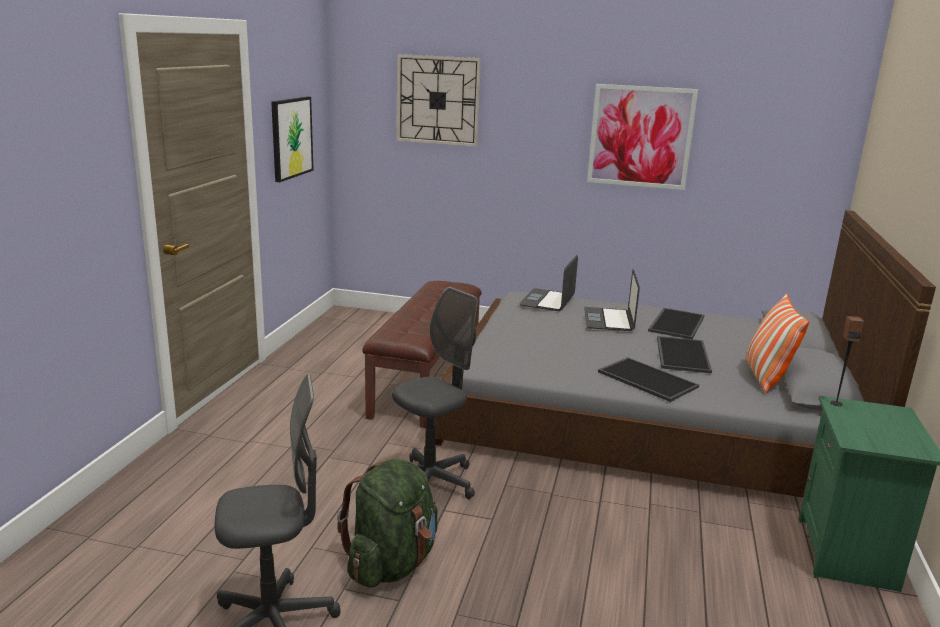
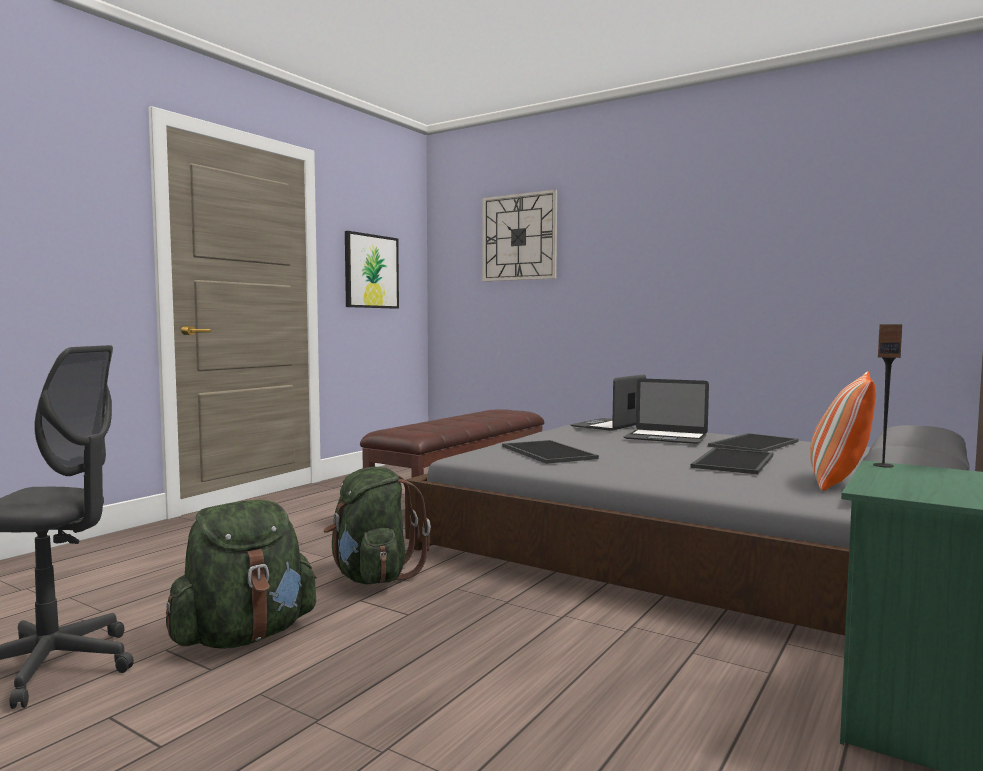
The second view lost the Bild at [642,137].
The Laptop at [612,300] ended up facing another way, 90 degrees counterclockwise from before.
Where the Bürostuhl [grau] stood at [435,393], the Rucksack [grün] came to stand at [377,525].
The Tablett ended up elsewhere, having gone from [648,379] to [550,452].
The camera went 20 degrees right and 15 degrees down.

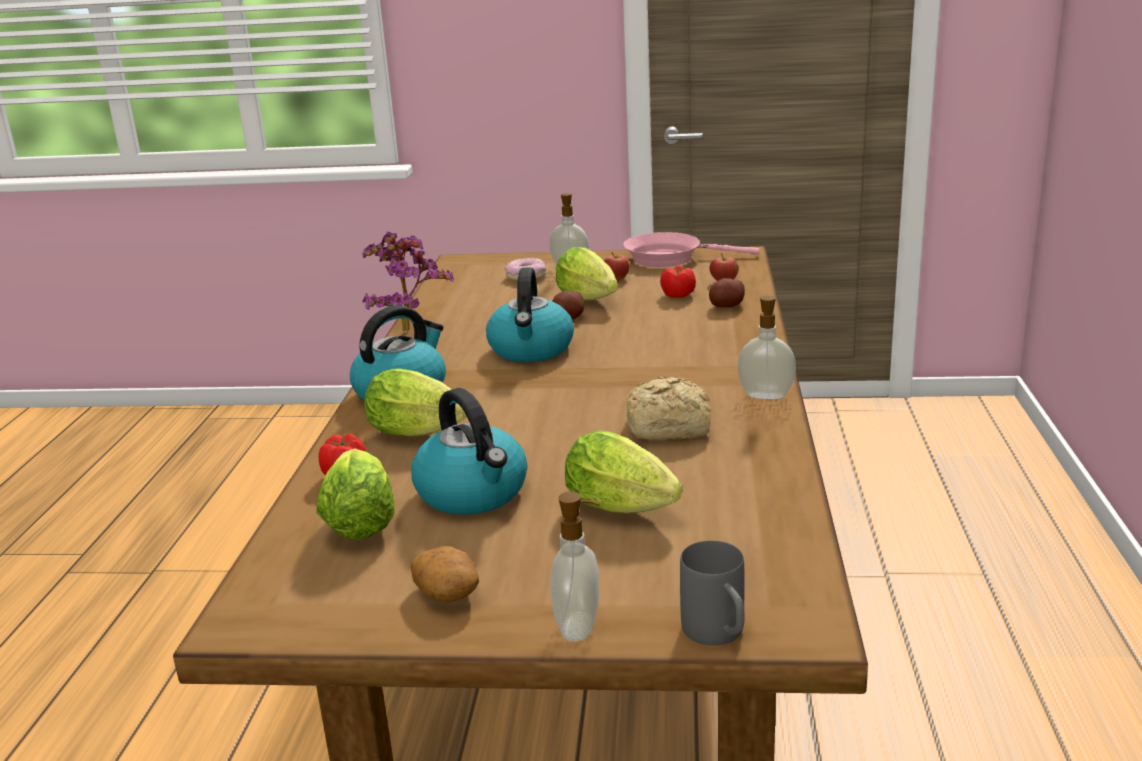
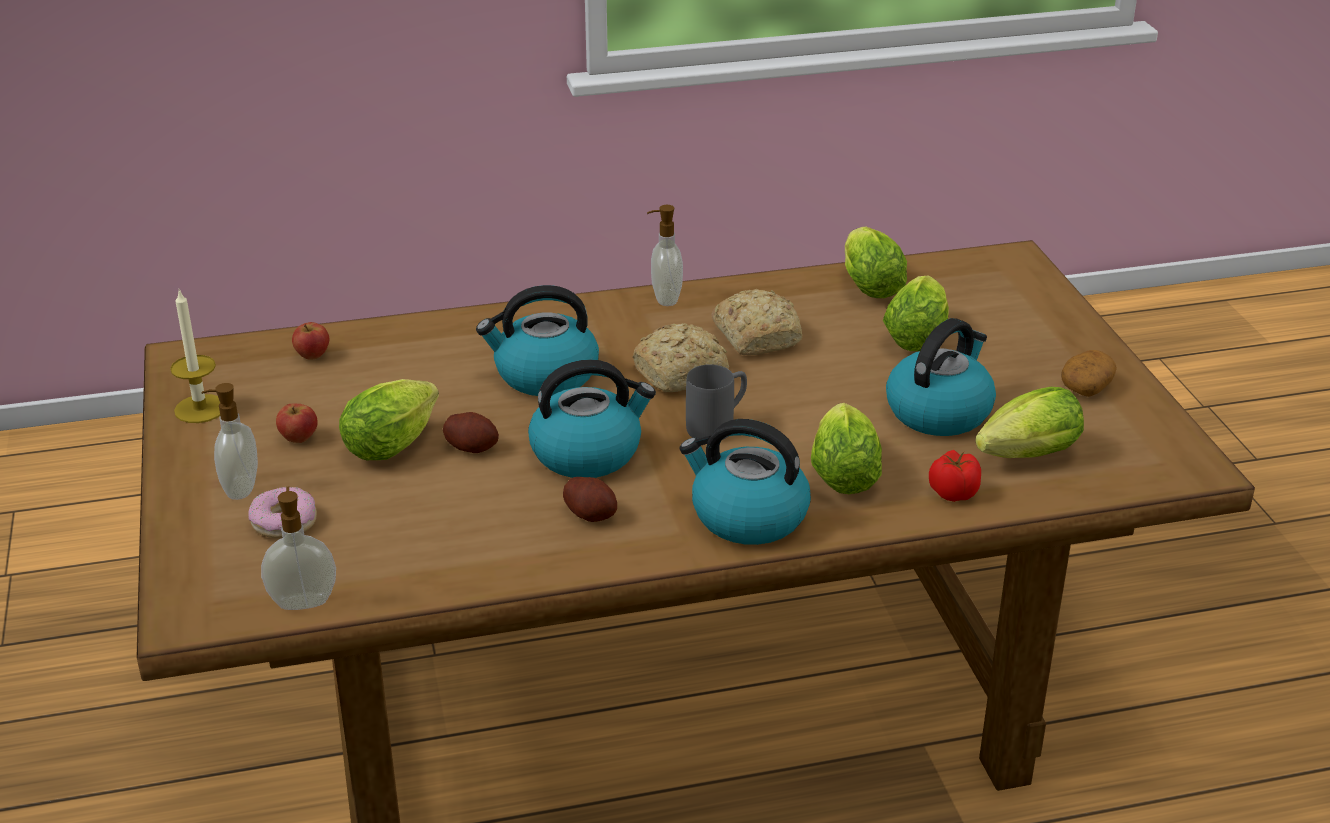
The second view lost the Topfpflanze at [408,282].
Where the Pfanne [rosa] stood at [691,249], the Kerze came to stand at [195,356].
The second view lost the Tomate at [678,281].
The Kartoffel ended up elsewhere, having gone from [727,292] to [590,499].
The Seifenspender ended up elsewhere, having gone from [575,566] to [298,548].
The Henkelbecher [grau] ended up elsewhere, having gone from [712,593] to [716,402].
The second view gained the Salatkopf at [876,262].
The second view gained the Wasserkessel at [537,340].
The second view gained the Brot at [681,358].
The camera went 110 degrees left and 10 degrees up.

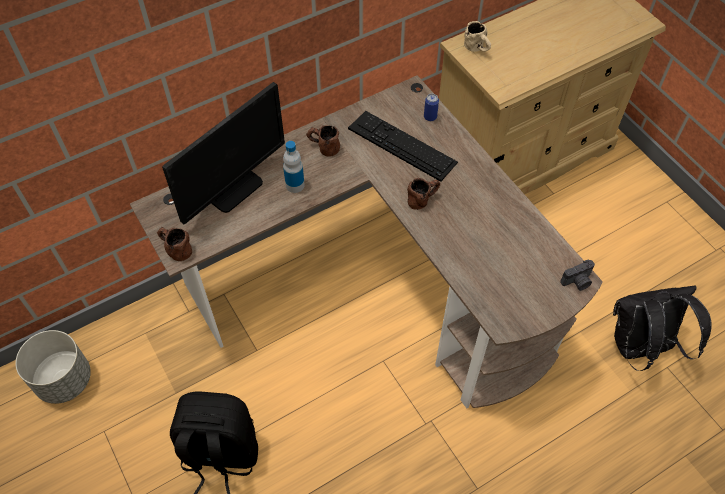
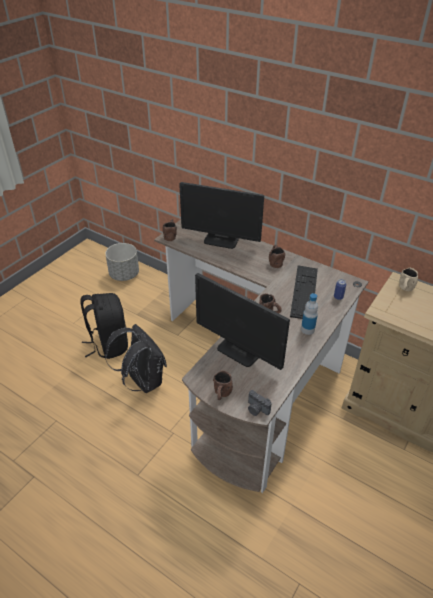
The Flasche ended up elsewhere, having gone from [294,167] to [309,314].
The Rucksack [schwarz] ended up elsewhere, having gone from [662,328] to [136,358].
The second view gained the Monitor at [242,321].
The second view gained the Henkelbecher [braun] at [223,385].
The camera went 65 degrees right and 15 degrees down.

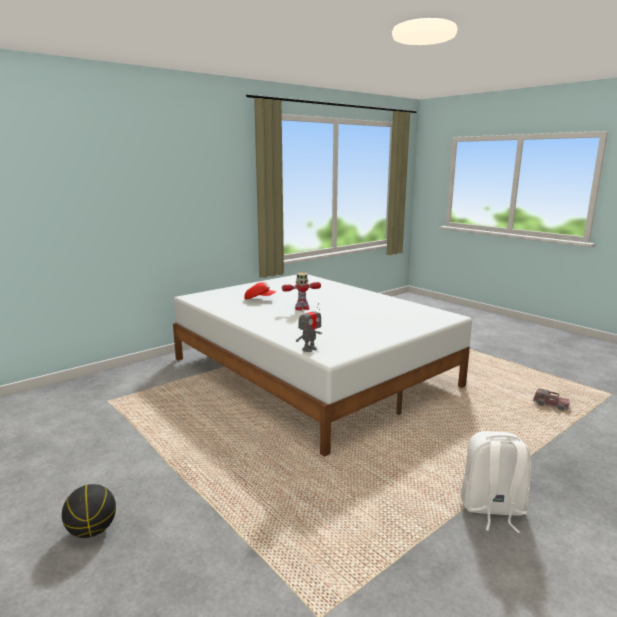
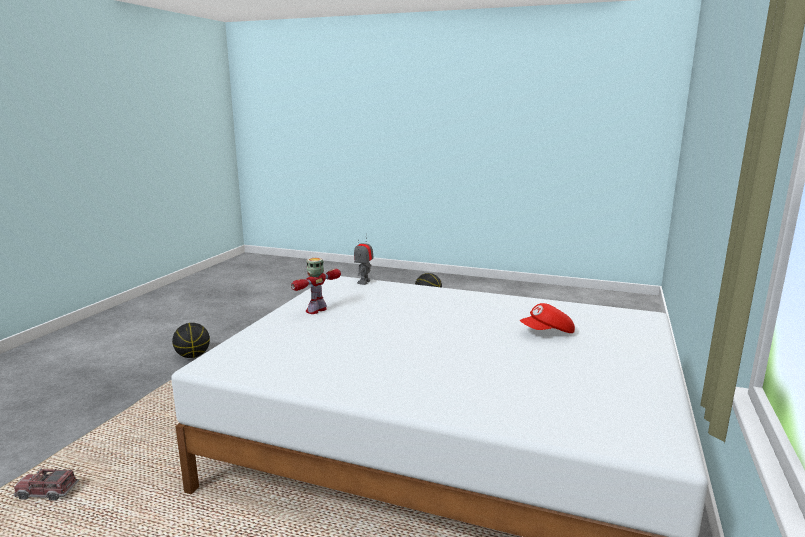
The Spielzeugroboter ended up elsewhere, having gone from [301,291] to [316,286].
Where the Rucksack [weiß] stood at [496,482], the Basketball came to stand at [191,340].
The camera went 150 degrees right and 0 degrees up.

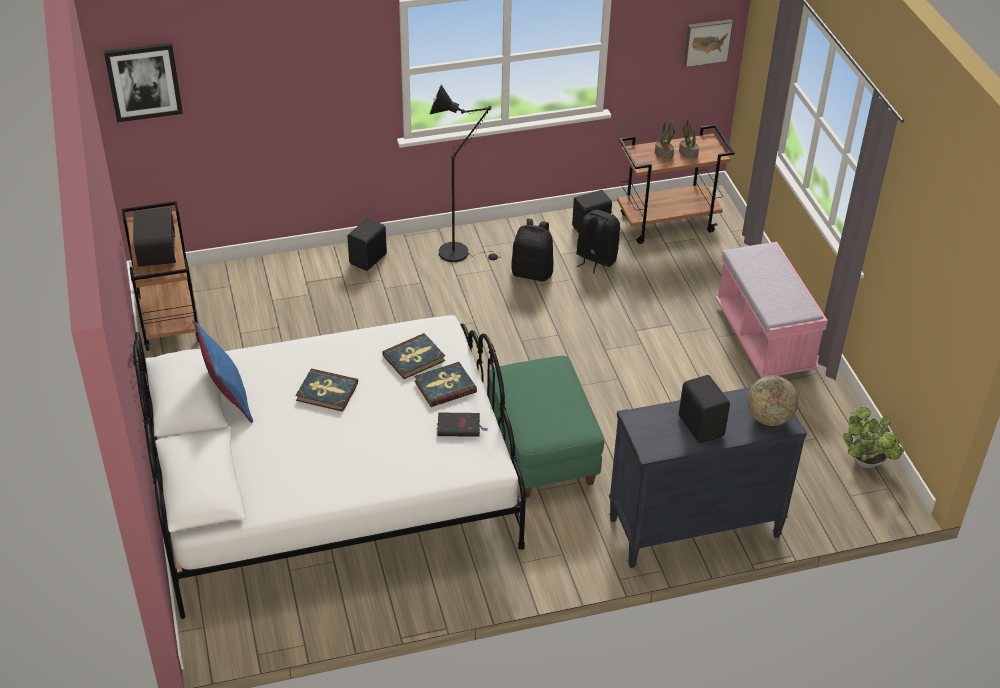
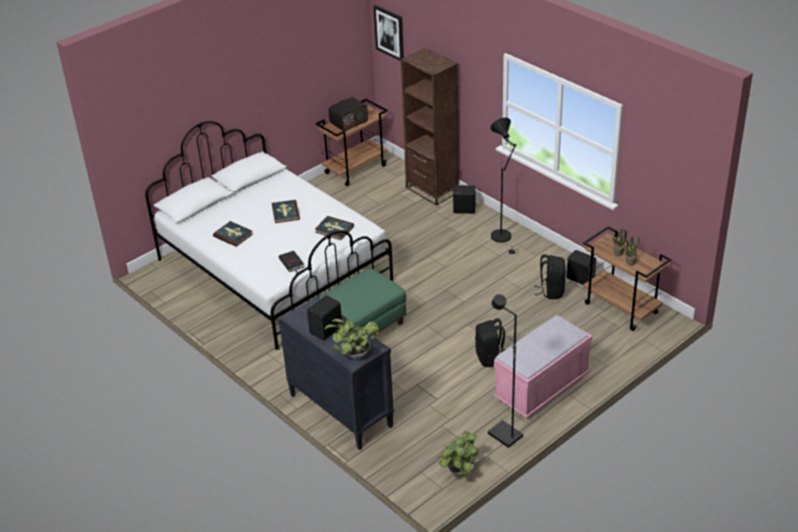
The second view lost the Bild at [708,43].
The Rucksack [schwarz] ended up elsewhere, having gone from [532,250] to [490,342].
The second view lost the Kissen [blau] at [223,372].
The Buch ended up elsewhere, having gone from [445,384] to [233,234].
Where the Globus stood at [772,401], the Topfpflanze came to stand at [352,339].
The second view gained the Bücherregal [braun] at [430,126].
The second view gained the Stehlampe [schwarz] at [505,371].
The camera went 65 degrees right and 5 degrees down.

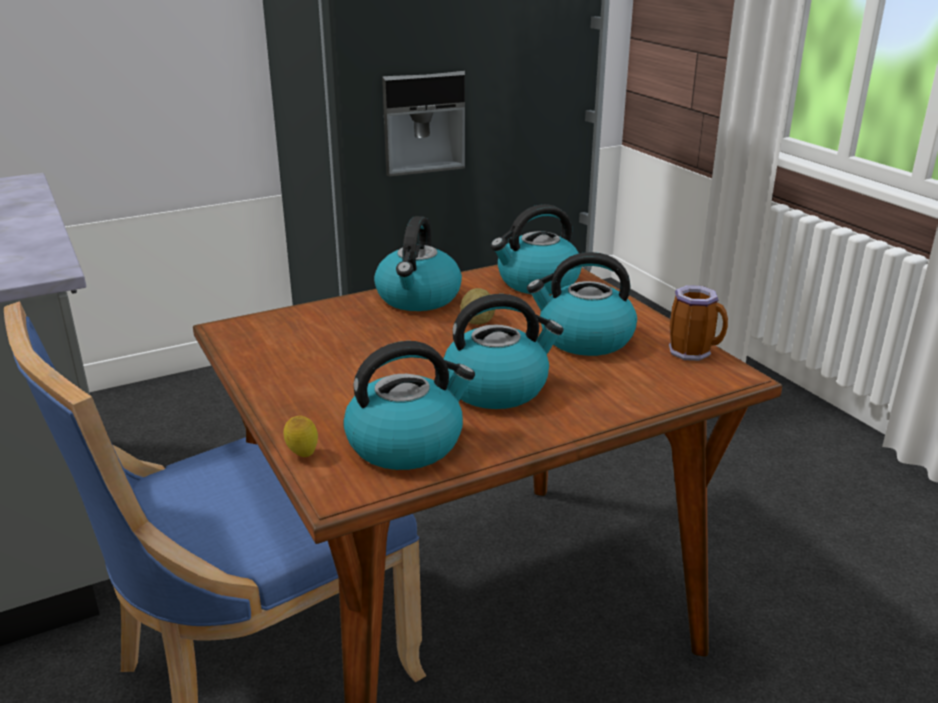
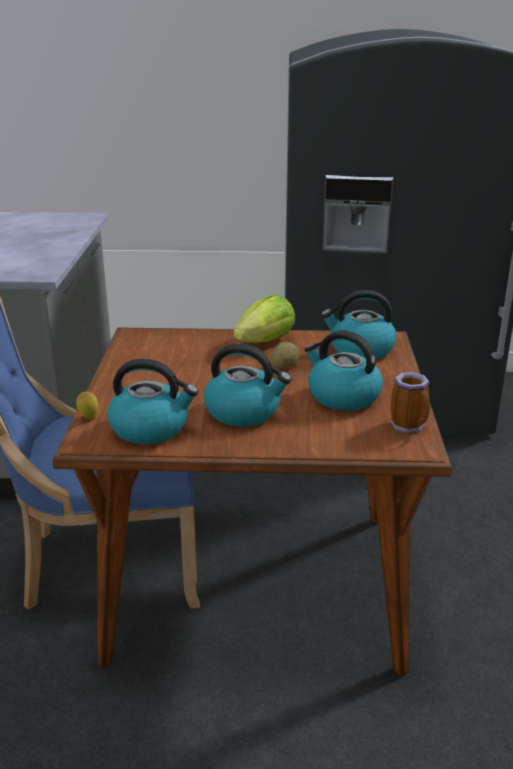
Where the Wasserkessel stood at [418,263], the Salatkopf came to stand at [264,318].
The camera went 30 degrees right and 0 degrees up.

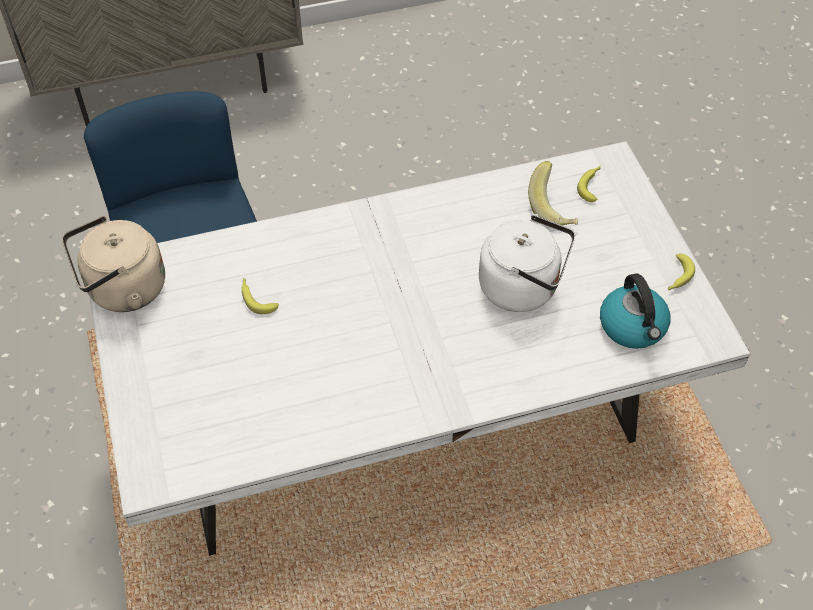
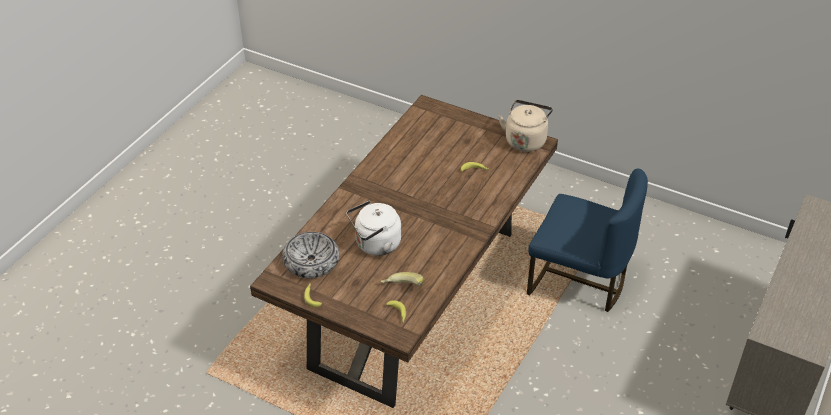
What was the Esstisch [weiß] at [420,348] turned into the Esstisch [braun] at [404,251].
Where the Wasserkessel stood at [635,311], the Schüssel came to stand at [311,255].
The camera went 135 degrees right and 10 degrees down.

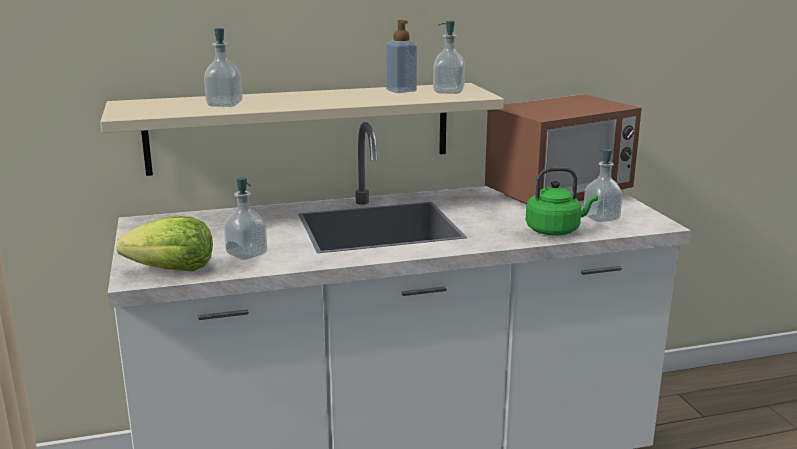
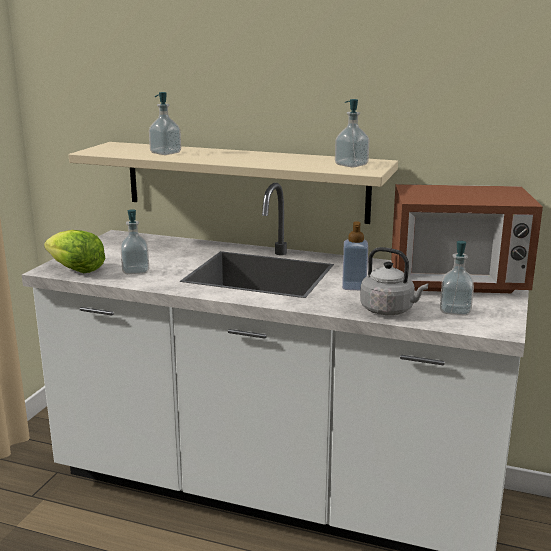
The Seifenspender ended up elsewhere, having gone from [401,56] to [355,256].
What was the Wasserkessel [grün] at [562,201] turned into the Wasserkessel [grau] at [394,281].
The camera went 35 degrees right and 0 degrees up.

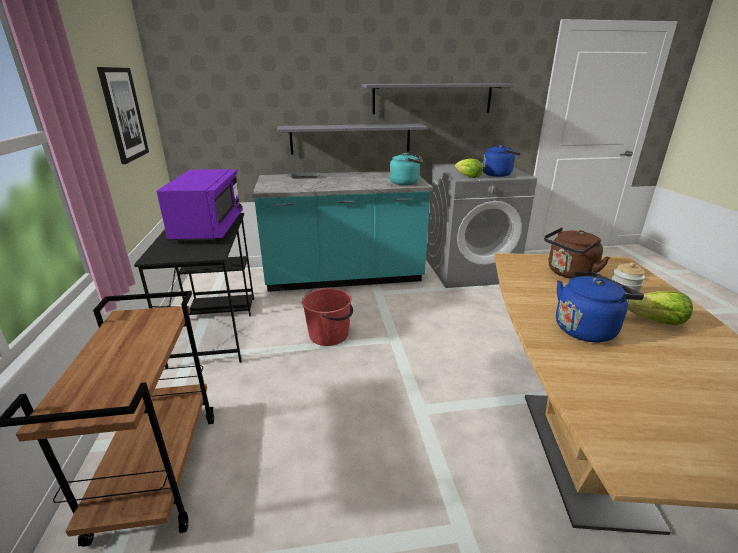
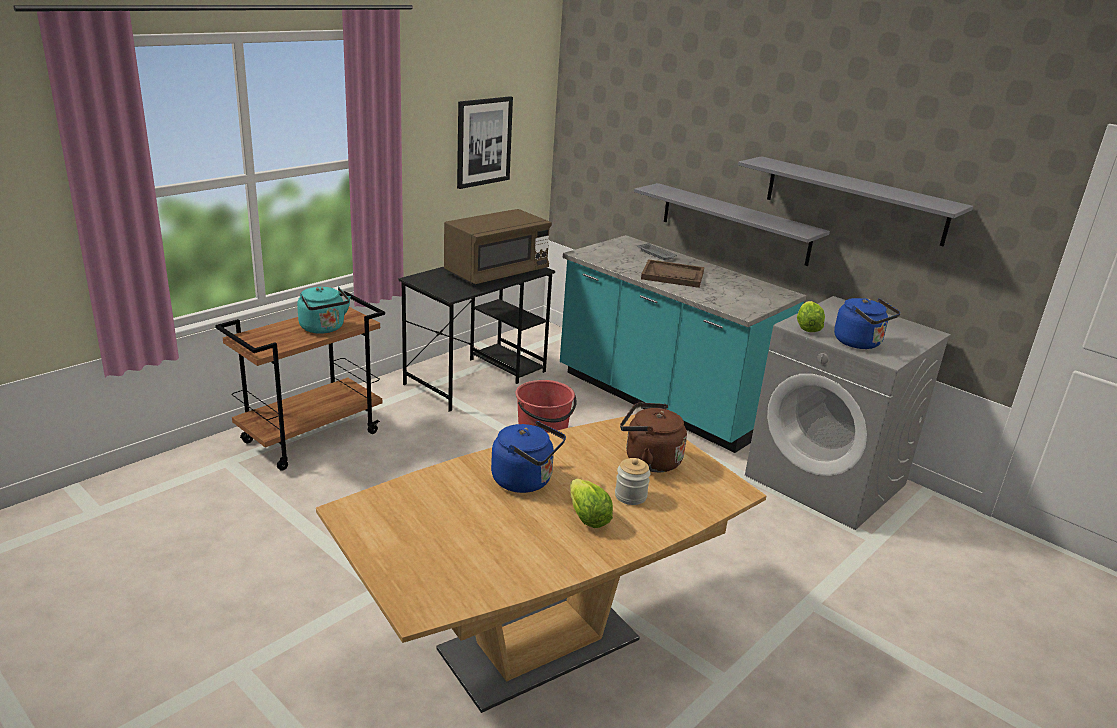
The Wasserkessel [türkis] ended up elsewhere, having gone from [406,169] to [324,310].
What was the Mikrowelle [lila] at [199,205] turned into the Mikrowelle [braun] at [498,246].
The second view gained the Tablett [braun] at [672,273].
The camera went 50 degrees right and 0 degrees up.

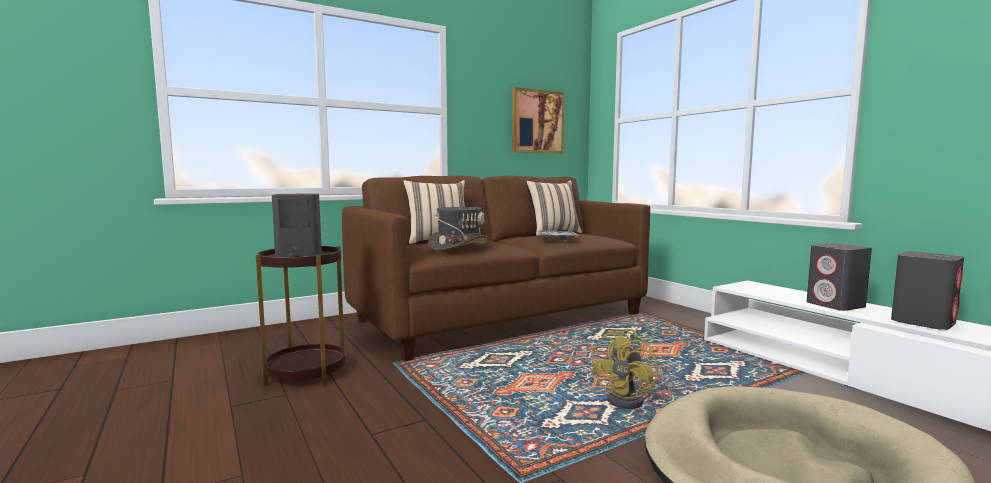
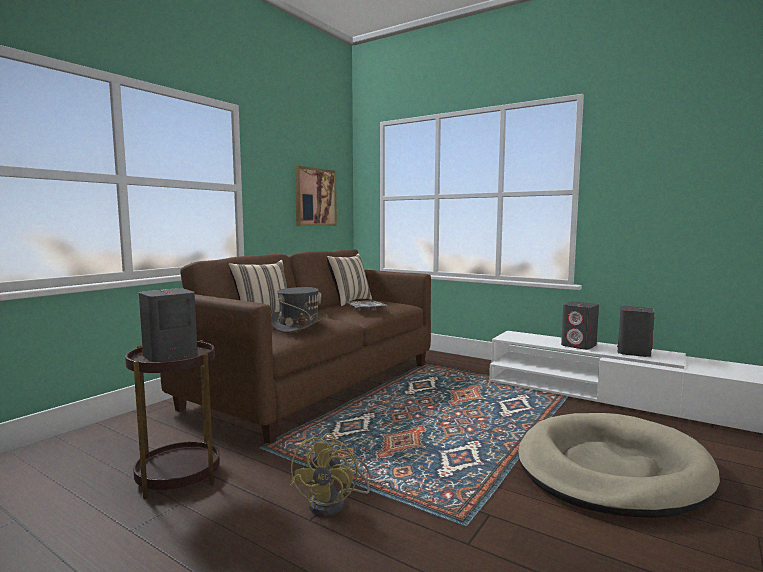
The Ventilator [gelb] ended up elsewhere, having gone from [633,369] to [331,474].
The camera went 25 degrees left and 0 degrees up.

